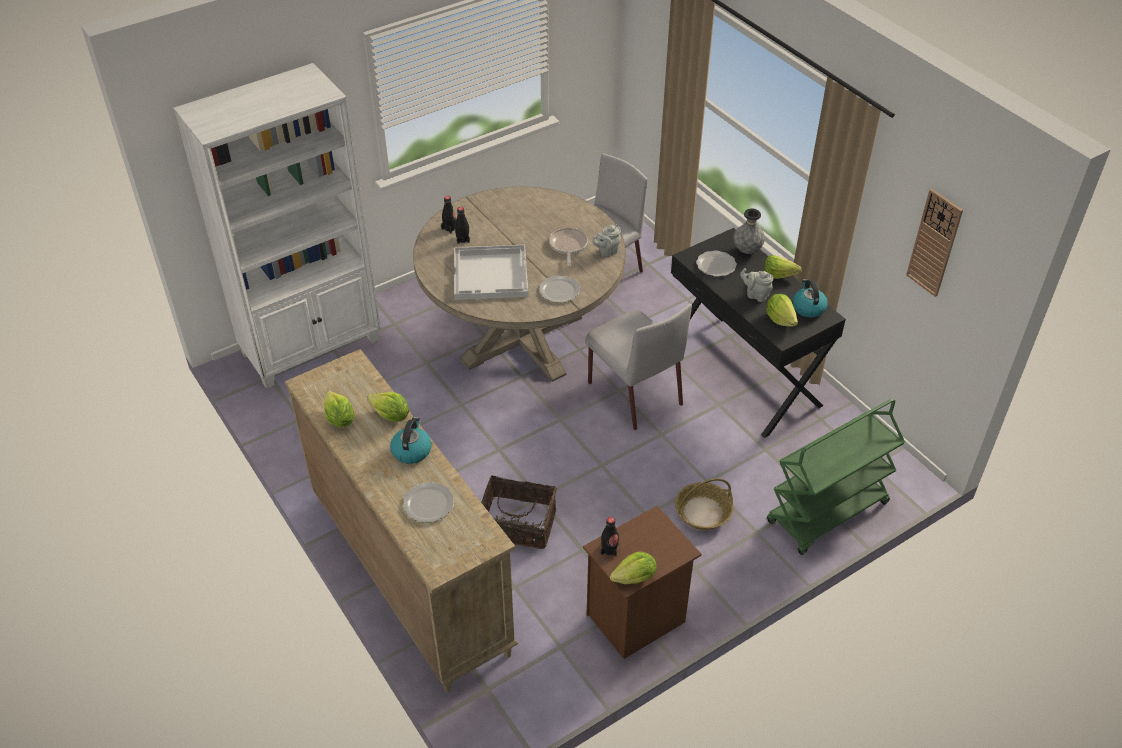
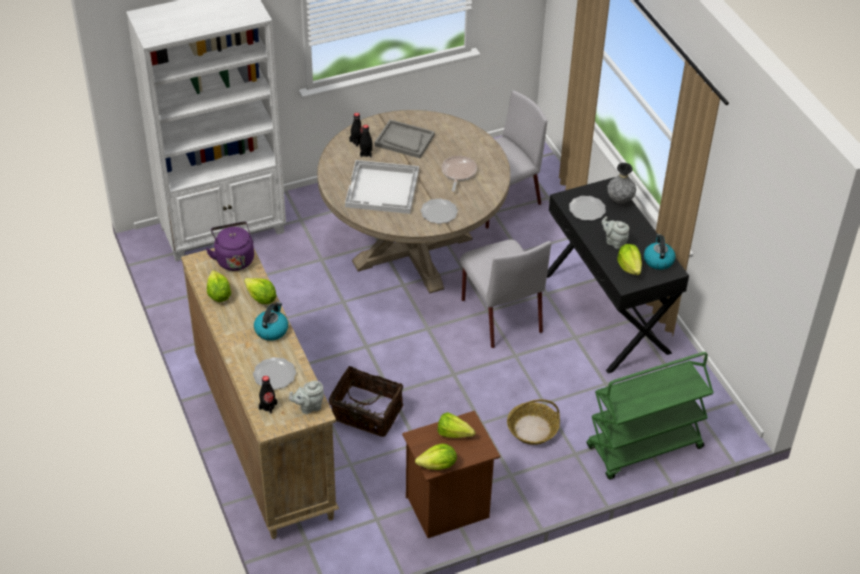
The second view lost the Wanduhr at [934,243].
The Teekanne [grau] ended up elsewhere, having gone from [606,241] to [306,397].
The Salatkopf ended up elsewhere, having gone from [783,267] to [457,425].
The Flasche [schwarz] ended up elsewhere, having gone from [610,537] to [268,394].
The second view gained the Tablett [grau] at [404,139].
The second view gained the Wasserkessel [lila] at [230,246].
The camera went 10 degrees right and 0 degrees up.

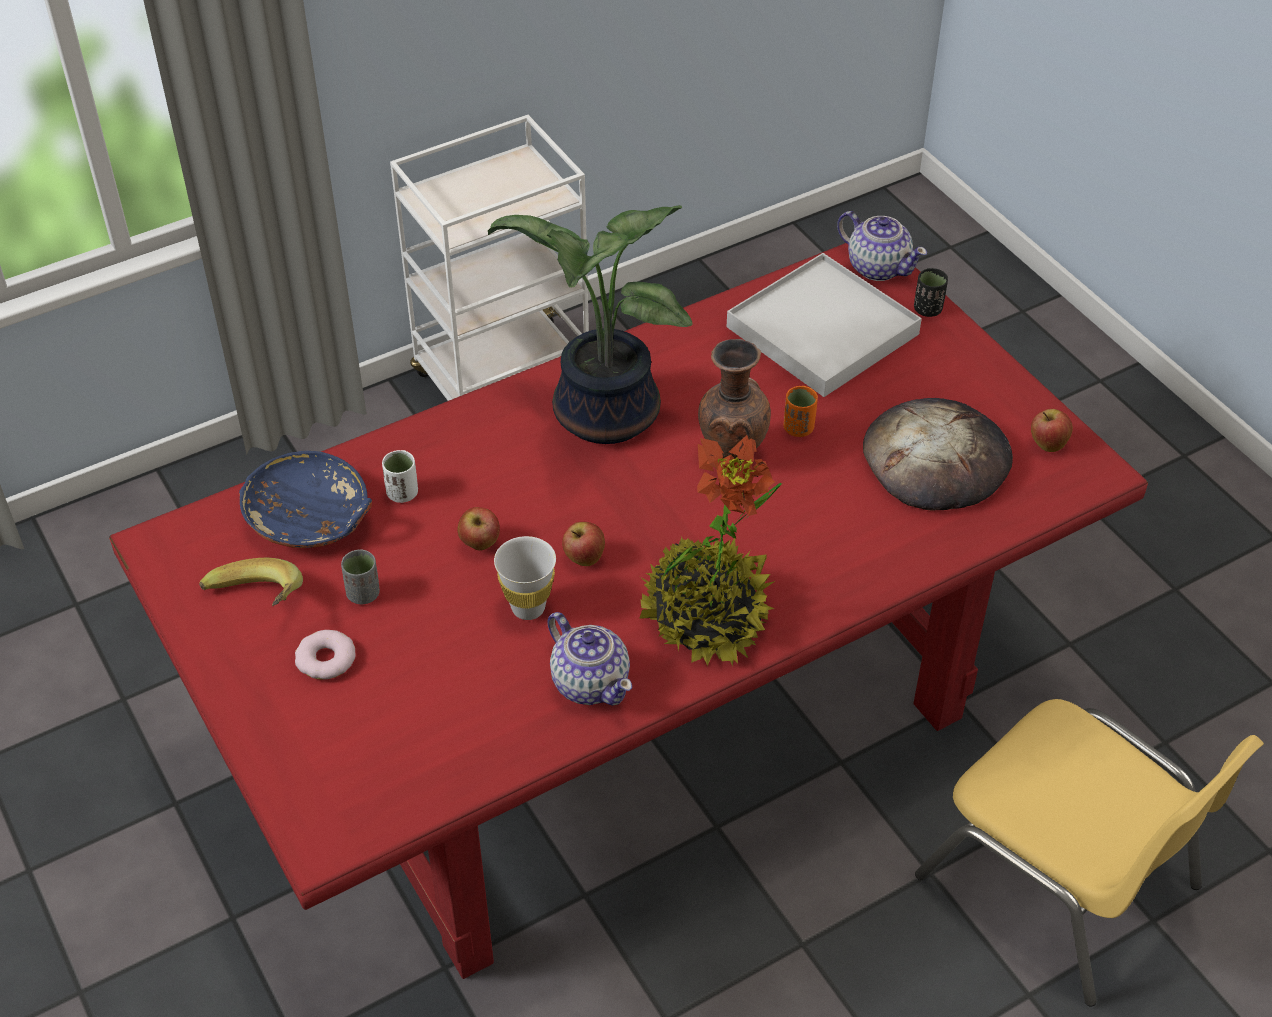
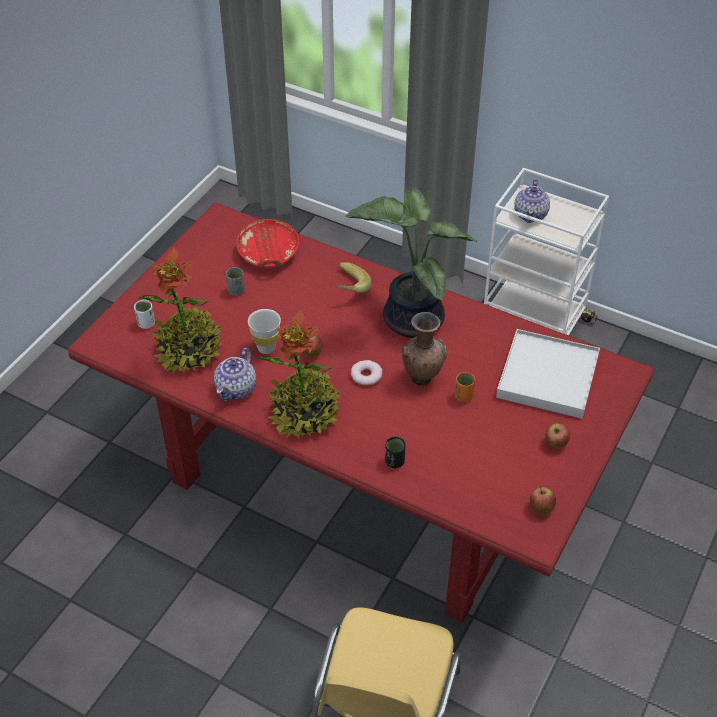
The Teekanne ended up elsewhere, having gone from [882,246] to [532,201].
The Tasse [schwarz] ended up elsewhere, having gone from [931,292] to [395,452].
The second view lost the Brot at [938,454].
The Tasse [weiß] ended up elsewhere, having gone from [400,476] to [144,314].
What was the Schüssel [blau] at [305,499] turned into the Schüssel [rot] at [267,243].
The Apfel ended up elsewhere, having gone from [478,528] to [557,436].
The Banane ended up elsewhere, having gone from [251,582] to [353,277].
The Donut ended up elsewhere, having gone from [325,655] to [367,373].
The second view gained the Topfpflanze at [180,310].
The camera went 60 degrees right and 0 degrees up.

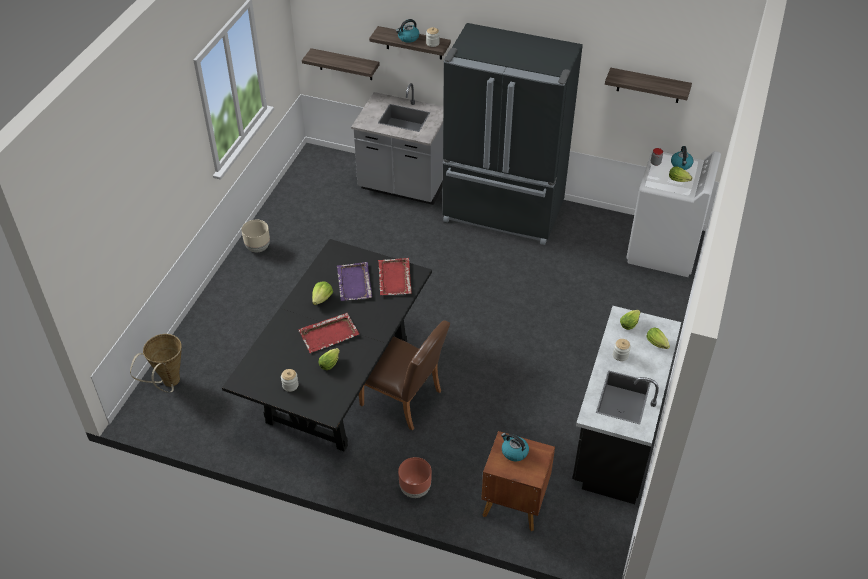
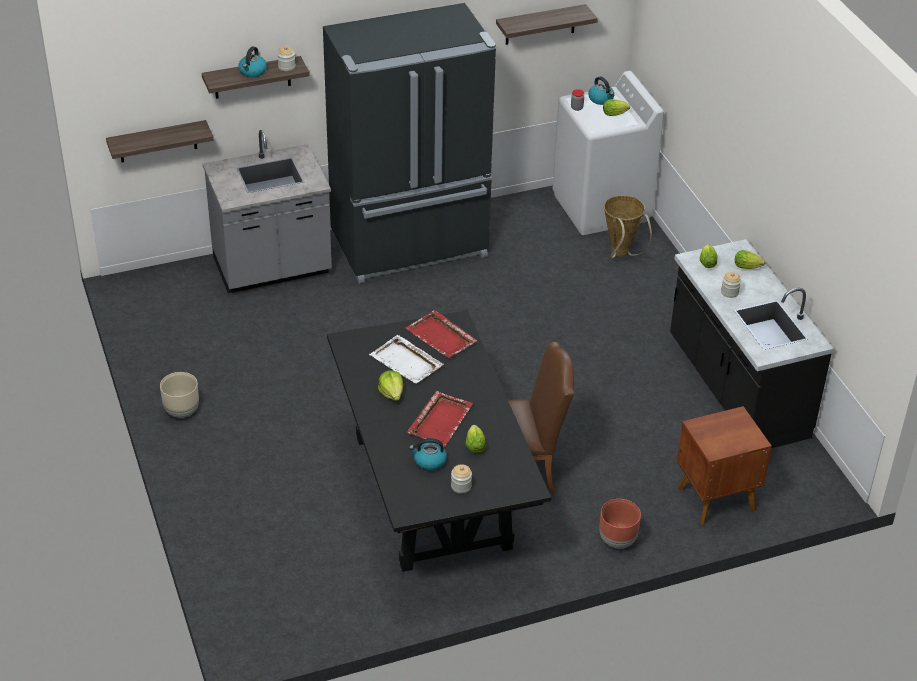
What was the Tablett [lila] at [354,281] turned into the Tablett [weiß] at [406,359].
The Korb ended up elsewhere, having gone from [156,363] to [628,226].
The Wasserkessel ended up elsewhere, having gone from [515,447] to [428,454].
The camera went 40 degrees left and 5 degrees down.

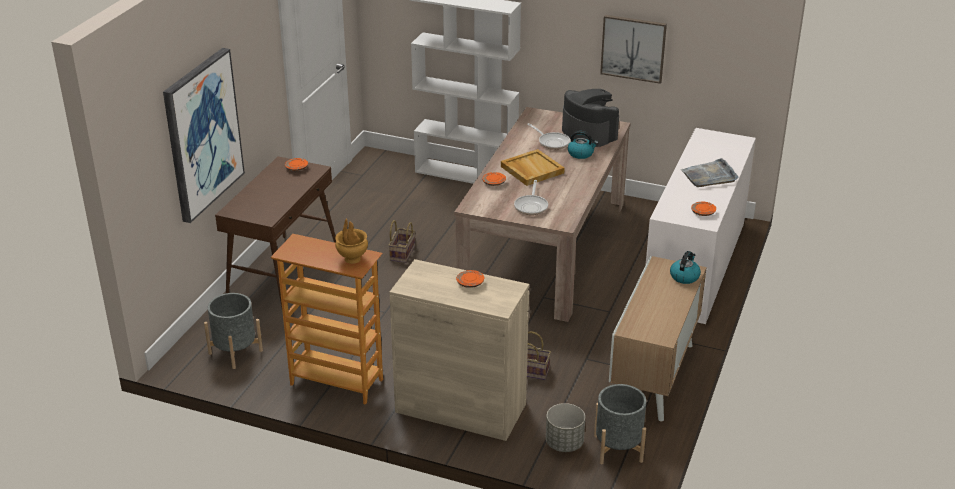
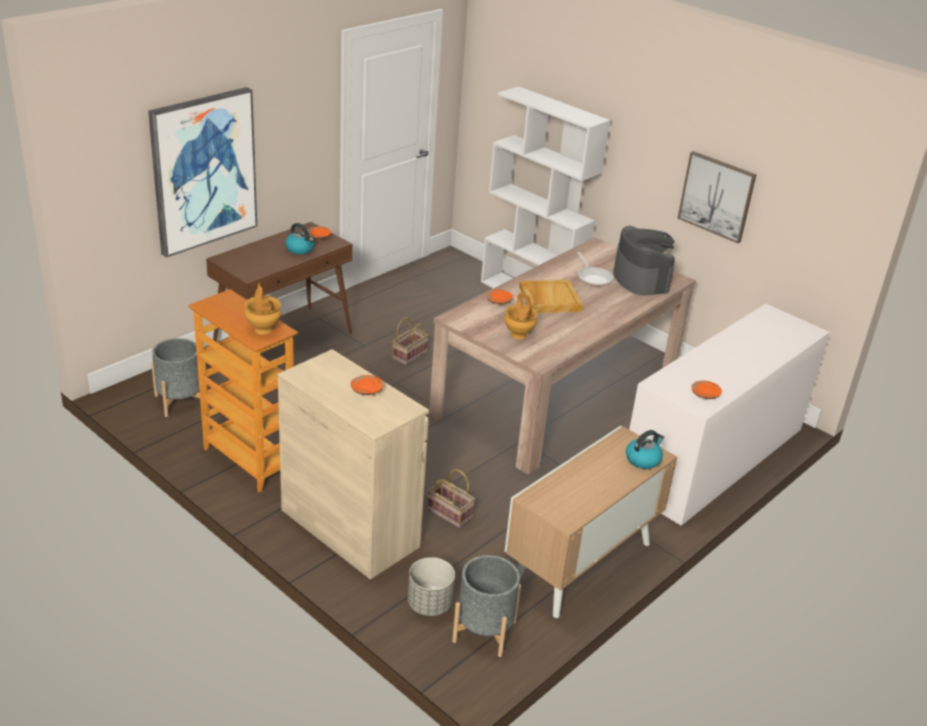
The Wasserkessel ended up elsewhere, having gone from [583,145] to [300,238].
The second view lost the Tablett [grau] at [709,172].
Where the Pfanne stood at [531,197], the Vase [braun] came to stand at [521,316].
The camera went 20 degrees right and 0 degrees up.

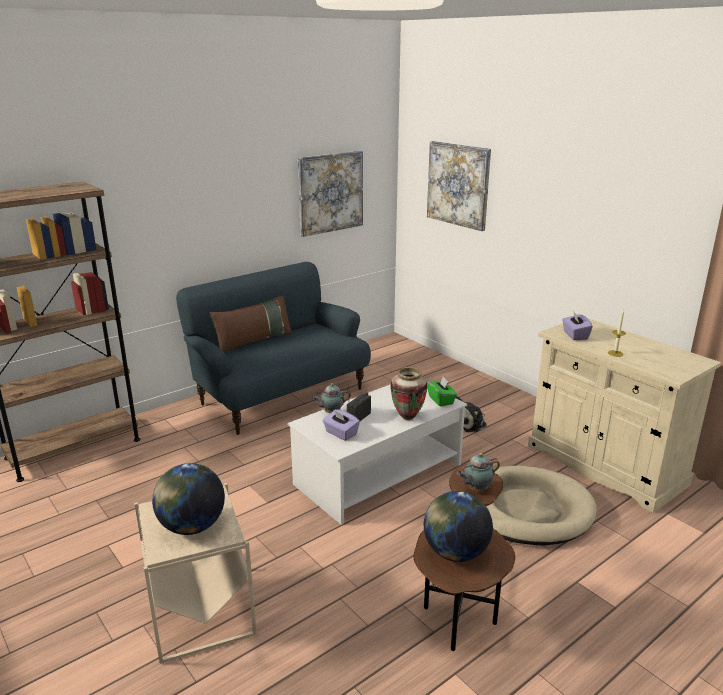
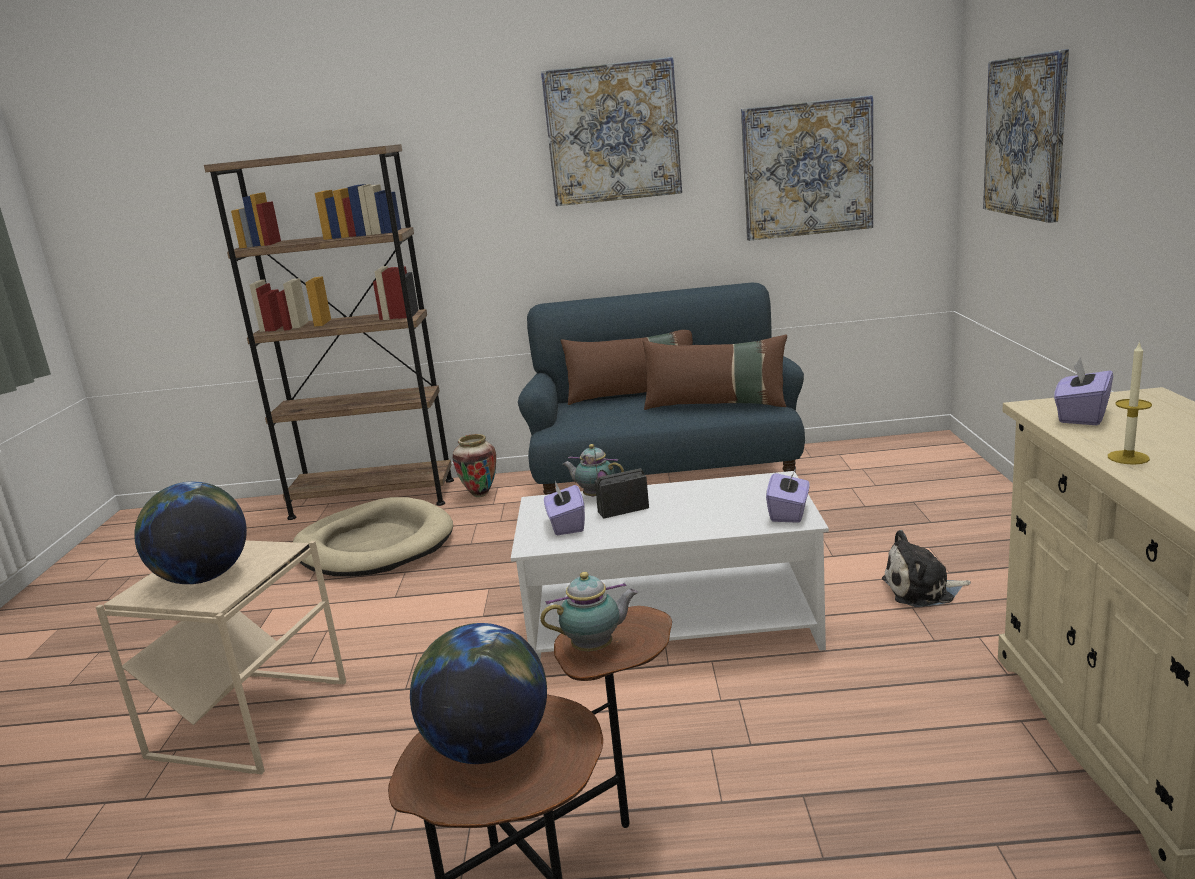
The Vase ended up elsewhere, having gone from [409,393] to [474,465].
What was the Taschentuchbox [grün] at [442,392] turned into the Taschentuchbox [lila] at [788,494].
The Teekanne at [478,472] ended up facing another way, 150 degrees clockwise from before.
The Hundebett [beige] ended up elsewhere, having gone from [541,505] to [373,537].
The second view gained the Bild at [611,131].
The second view gained the Kissen [braun] at [715,372].
The camera went 40 degrees right and 5 degrees down.

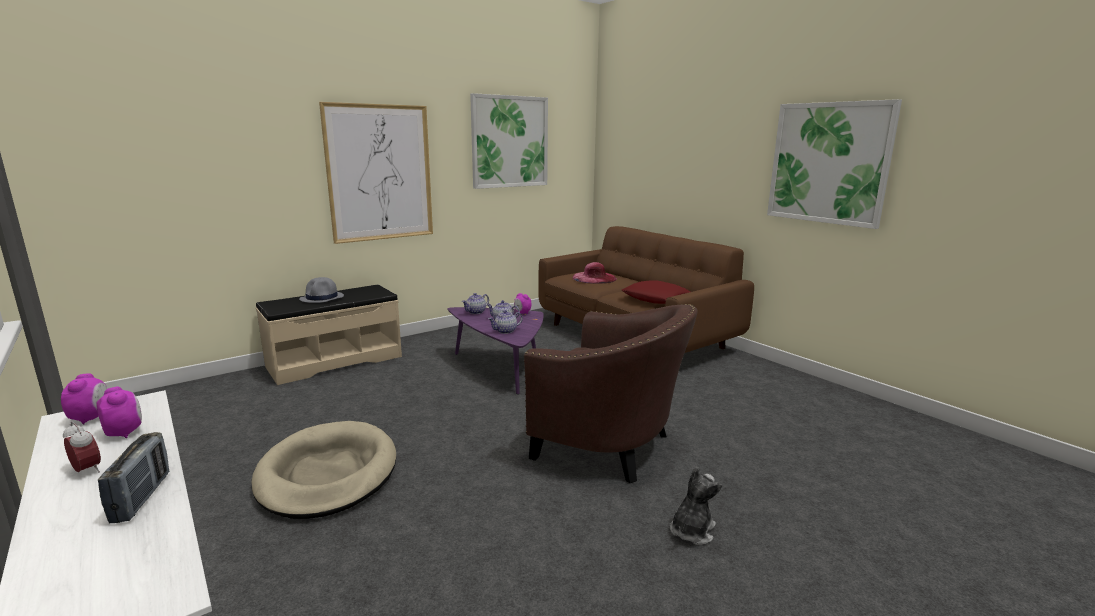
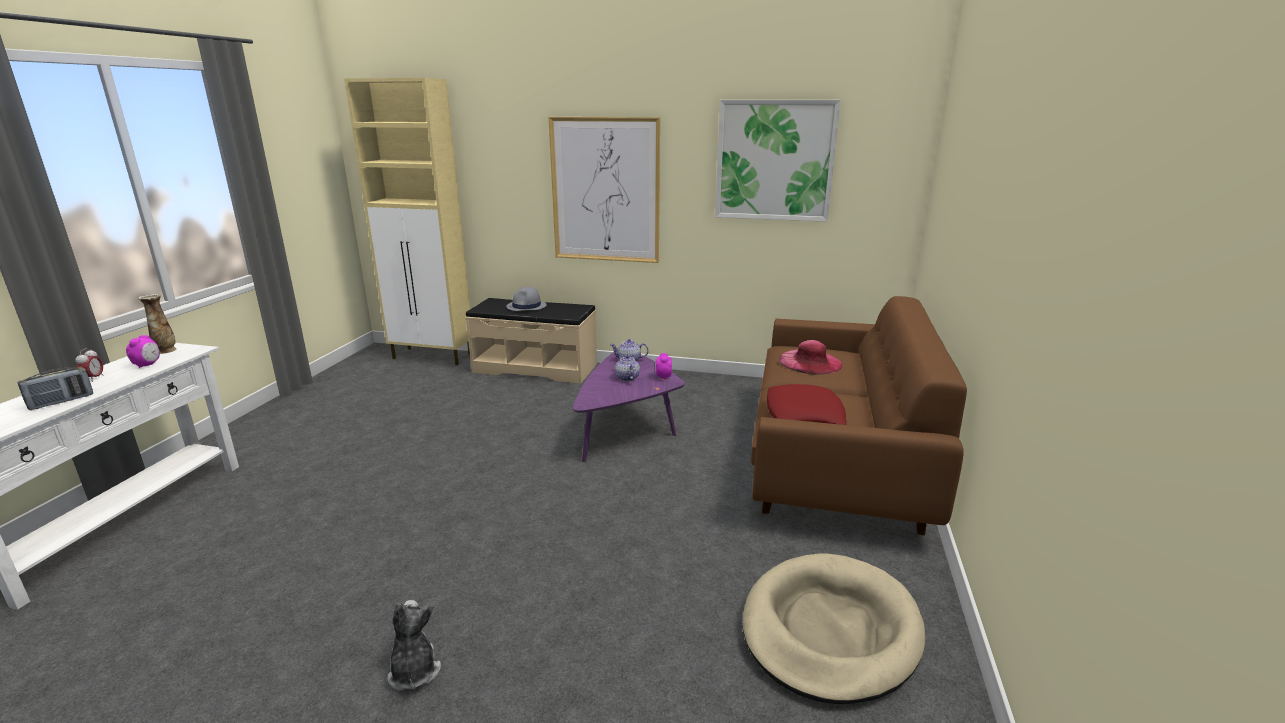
The second view lost the Bild at [834,164].
The second view lost the Sessel [braun] at [611,393].
The second view lost the Teekanne at [505,322].
Where the Wecker stood at [84,398], the Vase came to stand at [157,324].
The Hundebett [beige] ended up elsewhere, having gone from [323,470] to [834,629].
The Plüschtier at [696,506] ended up facing another way, 105 degrees counterclockwise from before.
The second view gained the Schrank [beige] at [407,221].
The camera went 50 degrees right and 5 degrees up.

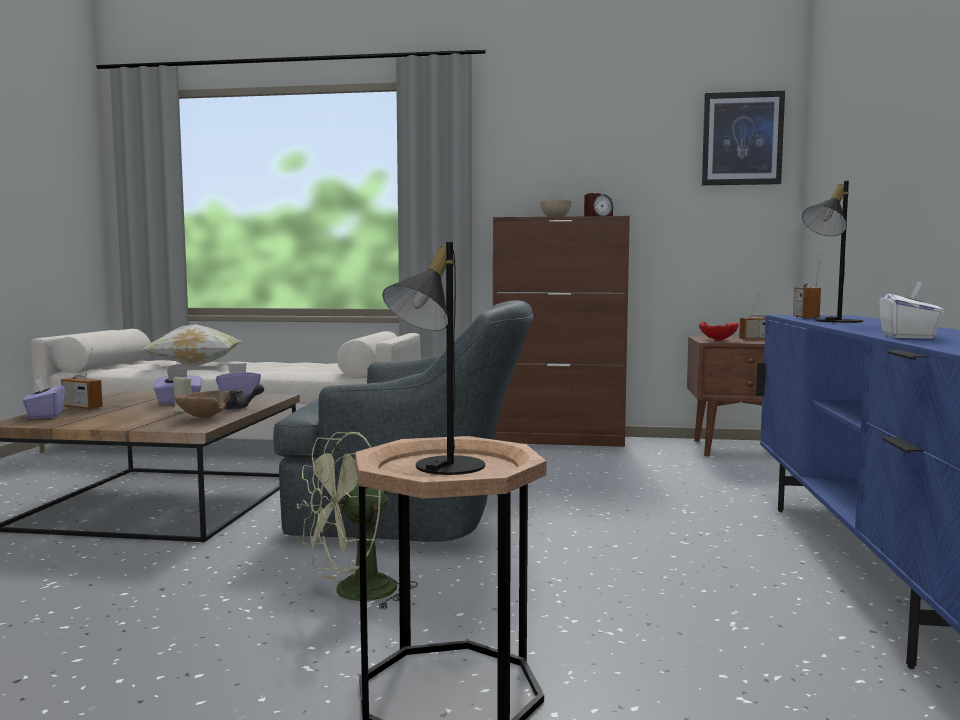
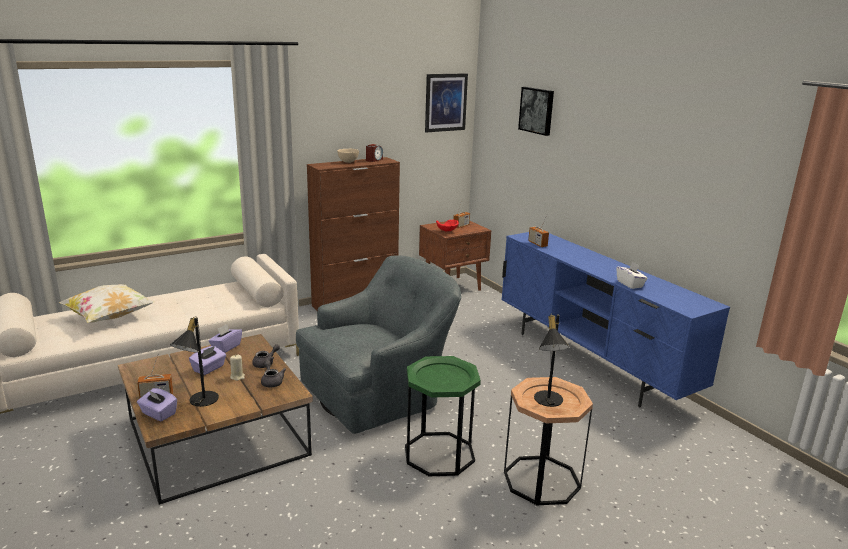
The Tischlampe [schwarz] ended up elsewhere, having gone from [832,252] to [194,361].
Where the Schüssel [braun] stood at [202,404], the Teekanne [grau] came to stand at [273,374].
Where the Ventilator [grün] stood at [357,521], the Beistelltisch [grün] came to stand at [443,416].
The second view gained the Bild at [536,111].
The camera went 40 degrees left and 15 degrees up.

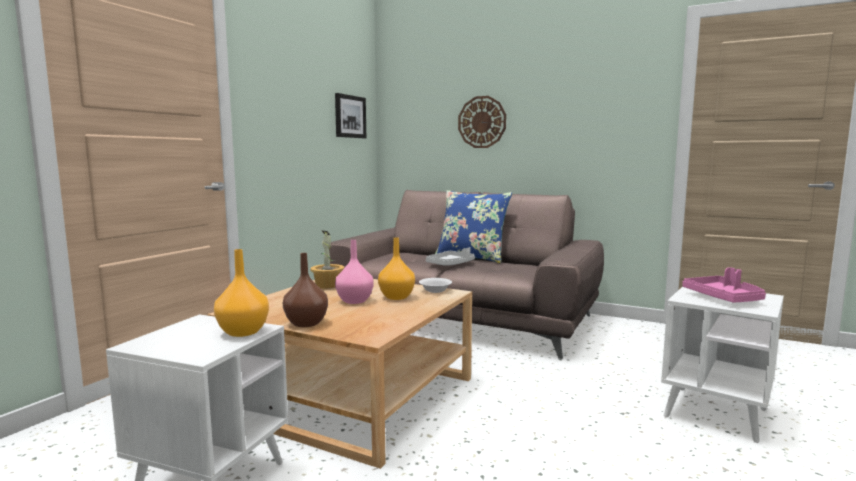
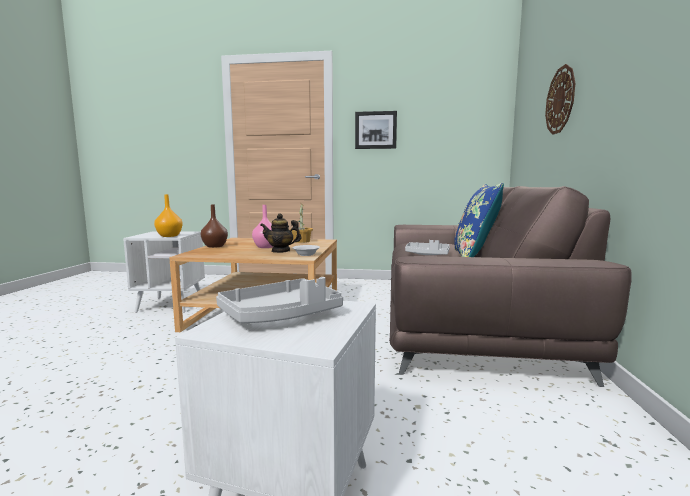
The Bild ended up elsewhere, having gone from [350,115] to [376,130].
Where the Vase [orange] stood at [396,268], the Teekanne came to stand at [280,233].
What was the Tablett [rosa] at [724,285] turned into the Tablett [grau] at [279,300].
The camera went 70 degrees right and 0 degrees up.

